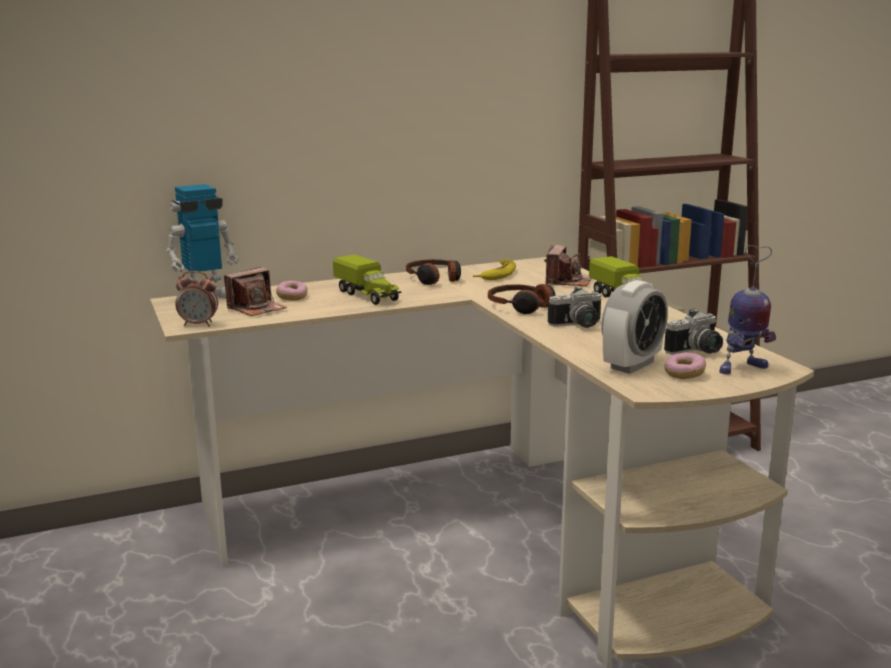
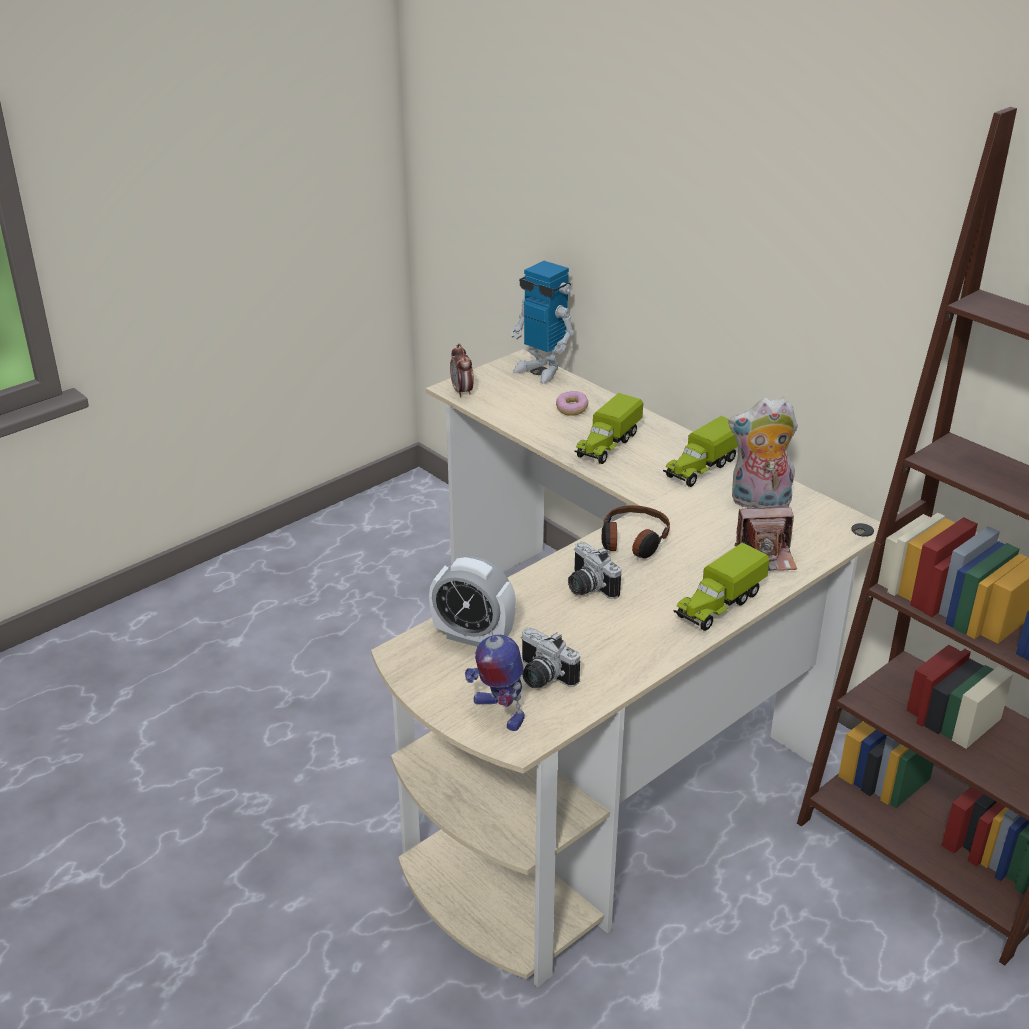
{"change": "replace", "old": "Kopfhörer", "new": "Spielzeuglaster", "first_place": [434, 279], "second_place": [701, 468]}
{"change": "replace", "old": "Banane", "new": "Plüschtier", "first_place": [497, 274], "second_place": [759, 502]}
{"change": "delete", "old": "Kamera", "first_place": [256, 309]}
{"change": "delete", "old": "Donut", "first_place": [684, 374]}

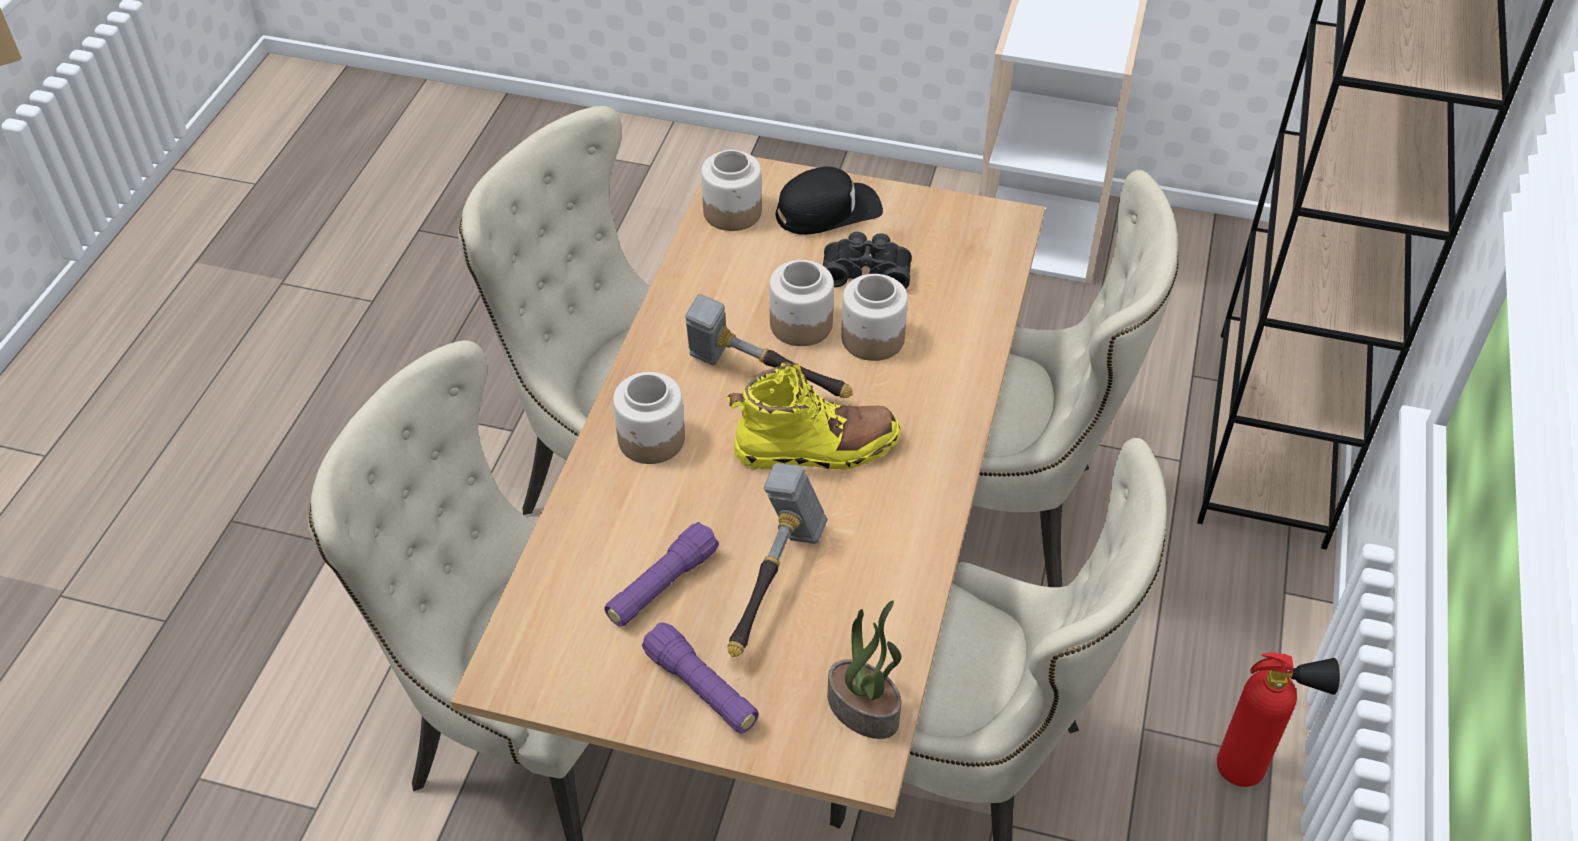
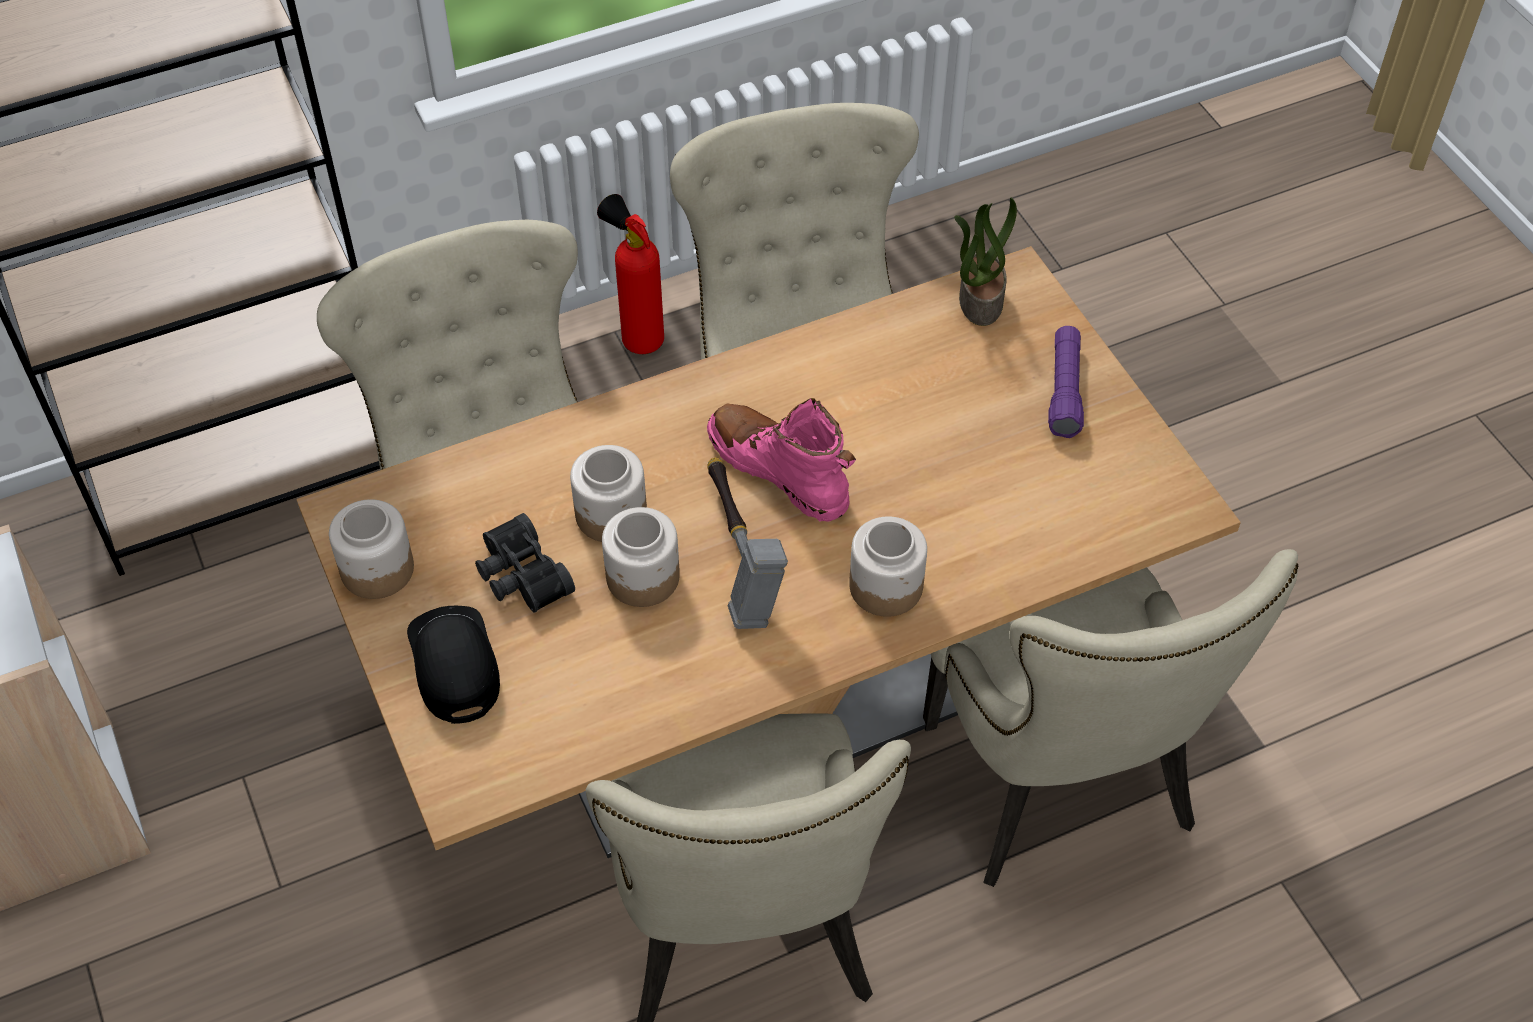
{"change": "move", "old": "Vorratsglas", "first_place": [733, 211], "second_place": [376, 569]}
{"change": "rotate", "old": "Kappe [schwarz]", "first_place": [828, 210], "second_place": [454, 665], "degrees": 45}
{"change": "recolor", "old": "Stiefel [gelb]", "new": "Stiefel [rosa]", "first_place": [816, 448], "second_place": [779, 470]}
{"change": "delete", "old": "Taschenlampe [lila]", "first_place": [662, 585]}
{"change": "delete", "old": "Hammer", "first_place": [773, 585]}

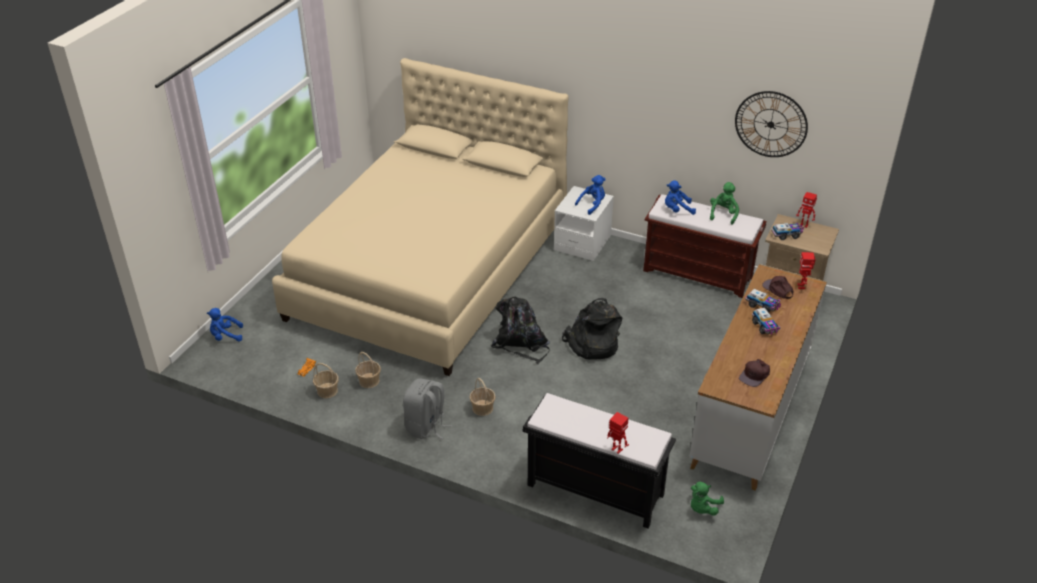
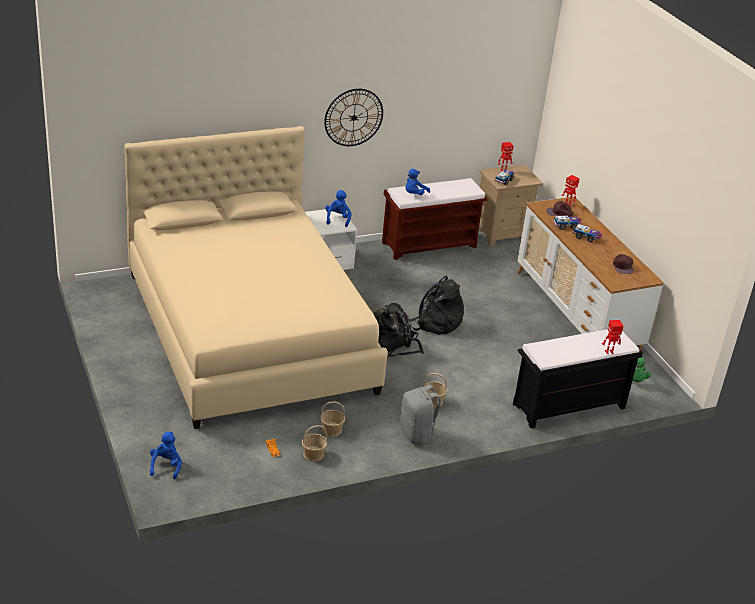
{"change": "rotate", "old": "Plüschtier [blau]", "first_place": [225, 336], "second_place": [166, 466], "degrees": 150}
{"change": "move", "old": "Wanduhr", "first_place": [771, 124], "second_place": [353, 117]}
{"change": "delete", "old": "Plüschtier [grün]", "first_place": [723, 214]}

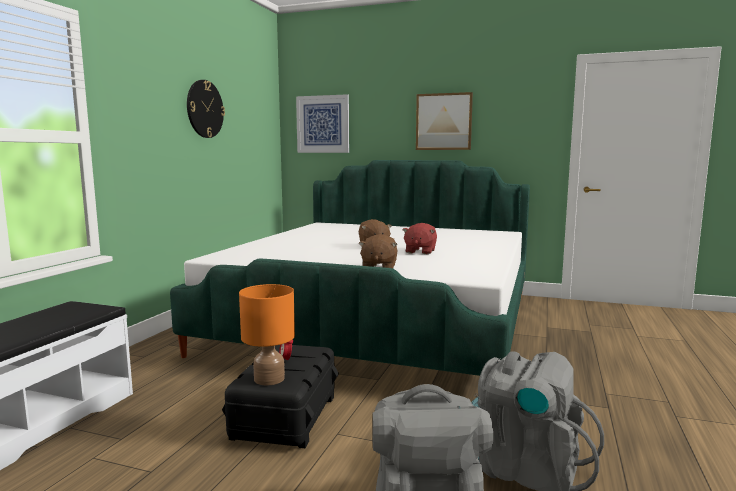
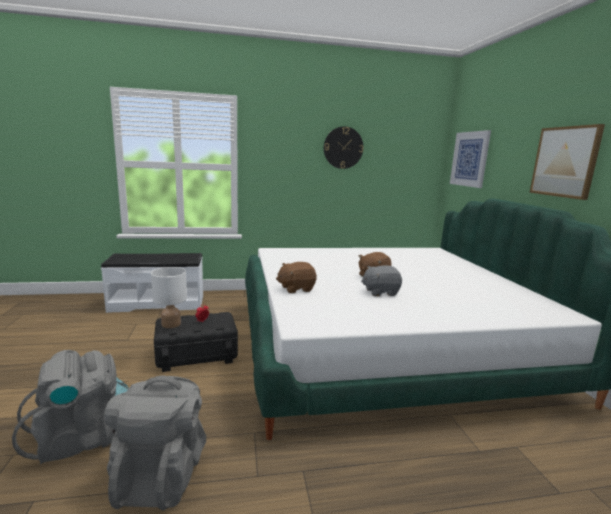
{"change": "recolor", "old": "Tischlampe [orange]", "new": "Tischlampe [weiß]", "first_place": [269, 379], "second_place": [171, 324]}
{"change": "recolor", "old": "Plüschtier [rot]", "new": "Plüschtier [grau]", "first_place": [420, 251], "second_place": [380, 292]}

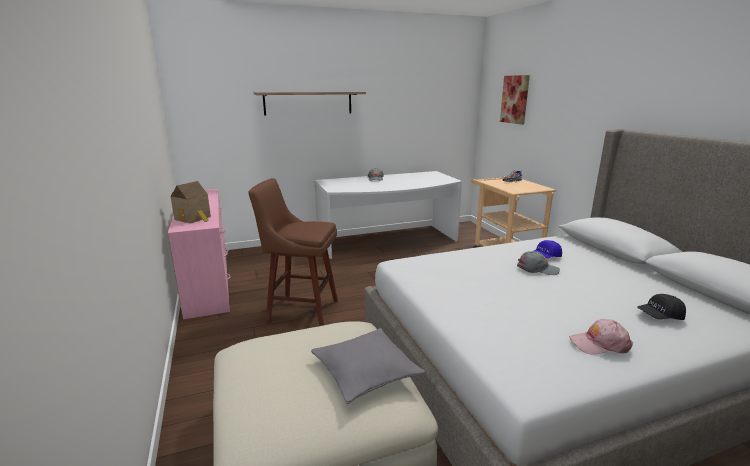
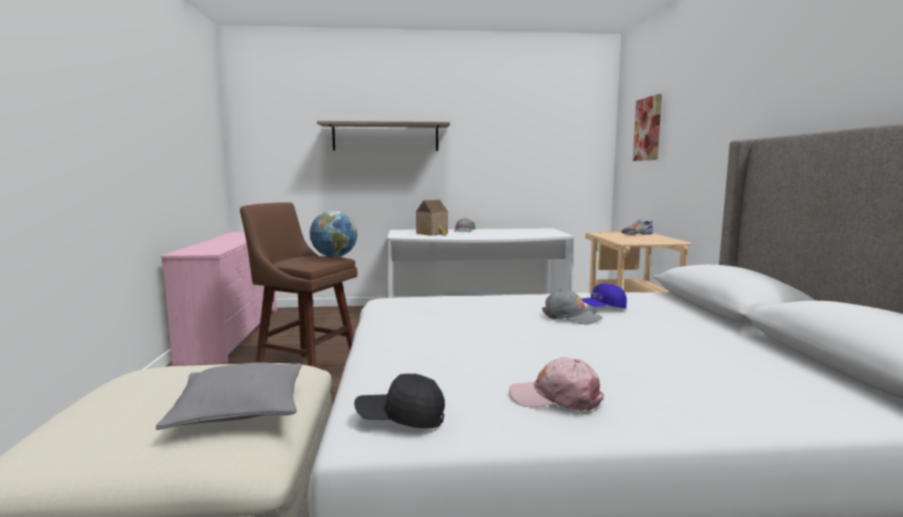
{"change": "insert", "new": "Globus", "second_place": [334, 257]}
{"change": "move", "old": "Kappe [schwarz]", "first_place": [659, 316], "second_place": [401, 419]}
{"change": "move", "old": "Spielzeughaus", "first_place": [194, 218], "second_place": [433, 234]}

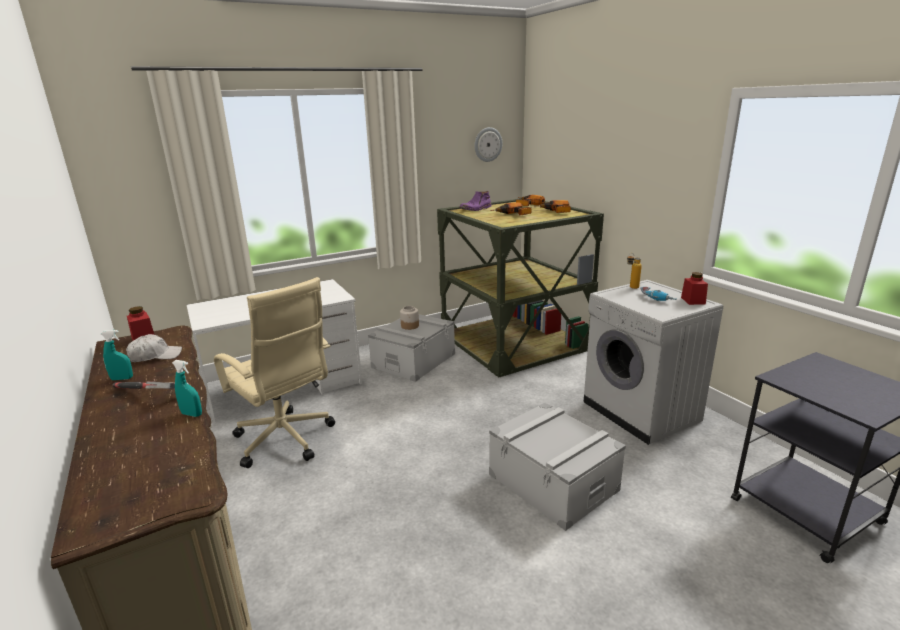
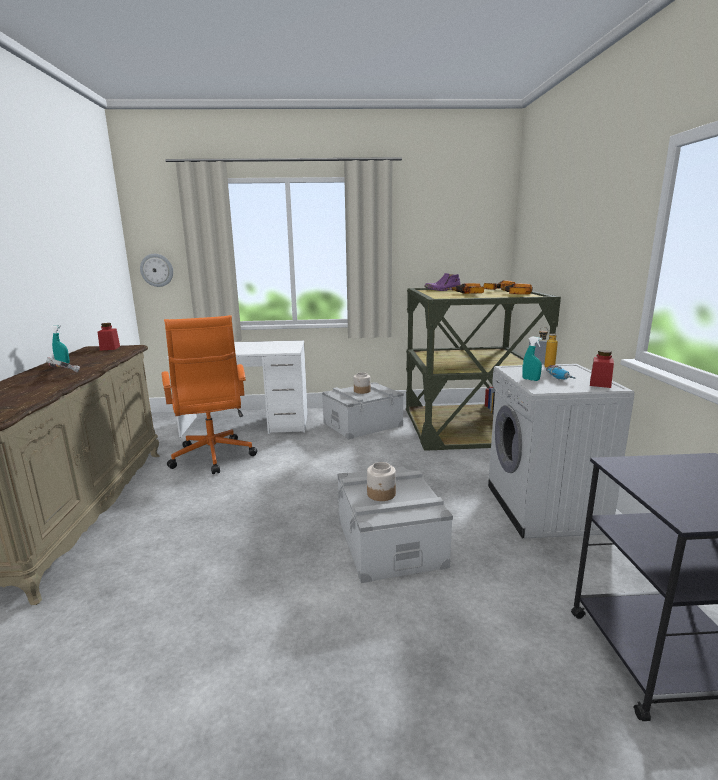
{"change": "move", "old": "Wanduhr", "first_place": [487, 144], "second_place": [157, 270]}
{"change": "recolor", "old": "Bürostuhl [beige]", "new": "Bürostuhl [orange]", "first_place": [286, 441], "second_place": [213, 458]}
{"change": "insert", "new": "Vorratsglas", "second_place": [381, 494]}
{"change": "move", "old": "Sprühflasche [türkis]", "first_place": [192, 414], "second_place": [530, 379]}
{"change": "delete", "old": "Kappe [weiß]", "first_place": [155, 356]}

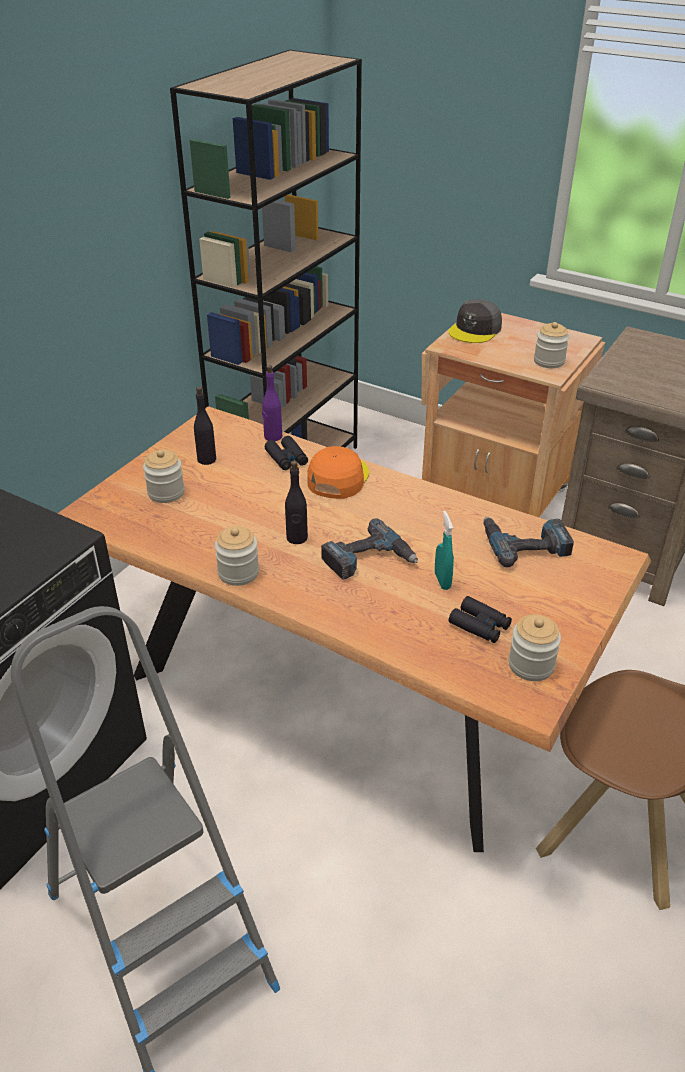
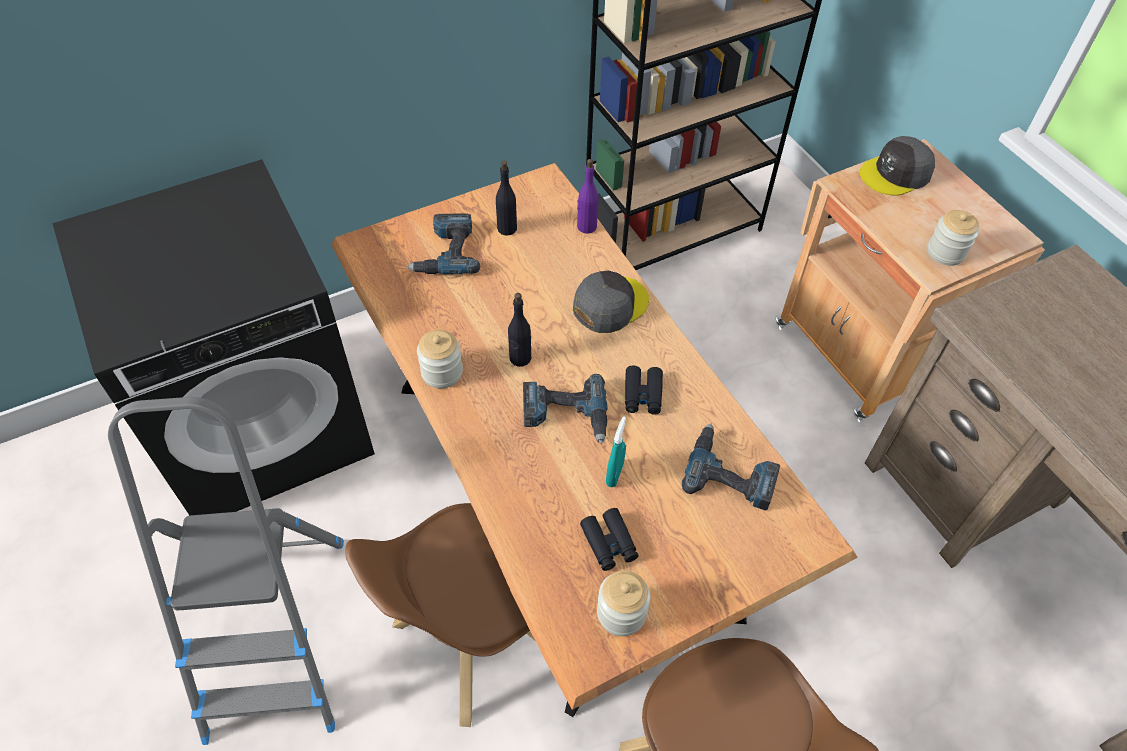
{"change": "insert", "new": "Stuhl [braun]", "second_place": [473, 640]}
{"change": "replace", "old": "Vorratsglas", "new": "Bohrmaschine", "first_place": [166, 493], "second_place": [445, 252]}
{"change": "recolor", "old": "Kappe [orange]", "new": "Kappe [grau]", "first_place": [337, 478], "second_place": [610, 305]}
{"change": "move", "old": "Fernglas [schwarz]", "first_place": [287, 458], "second_place": [643, 394]}

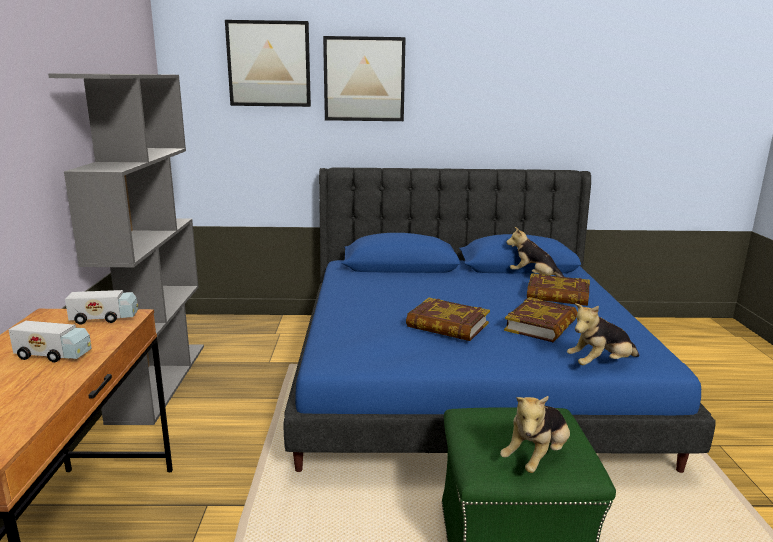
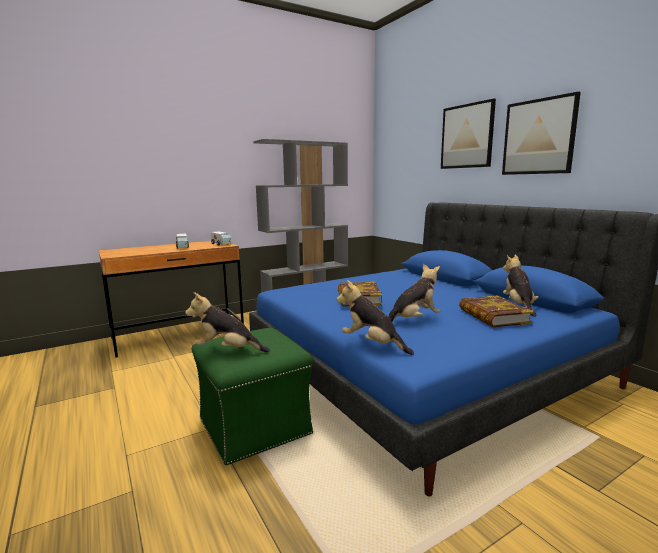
{"change": "replace", "old": "Buch", "new": "Plüschtier", "first_place": [541, 325], "second_place": [414, 320]}
{"change": "move", "old": "Bild", "first_place": [269, 64], "second_place": [538, 137]}

